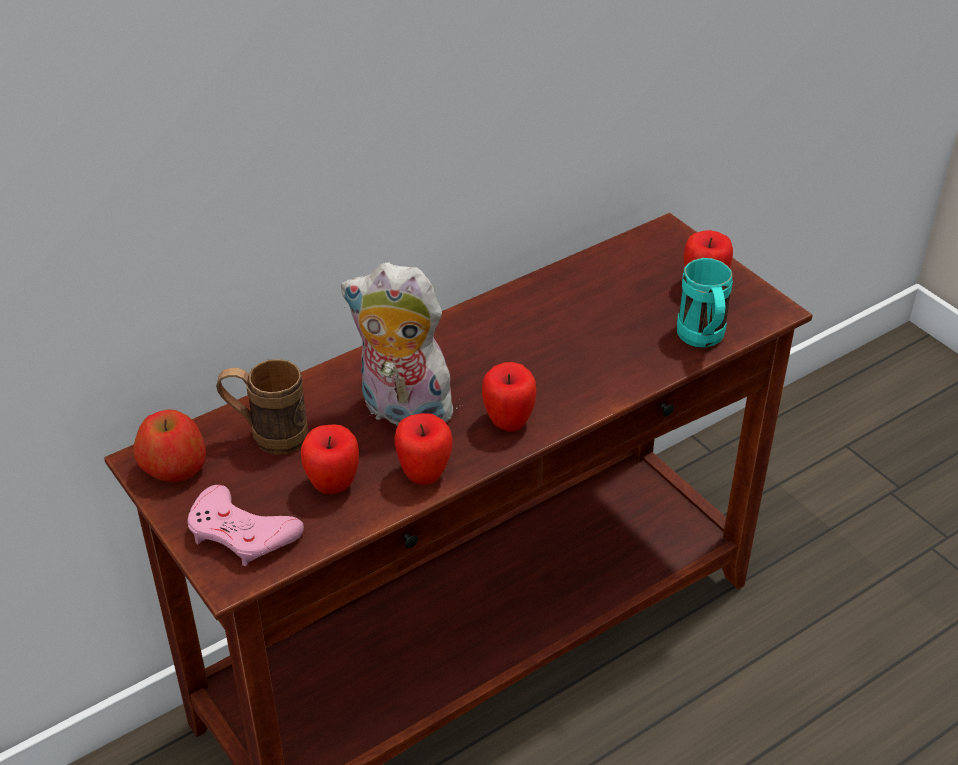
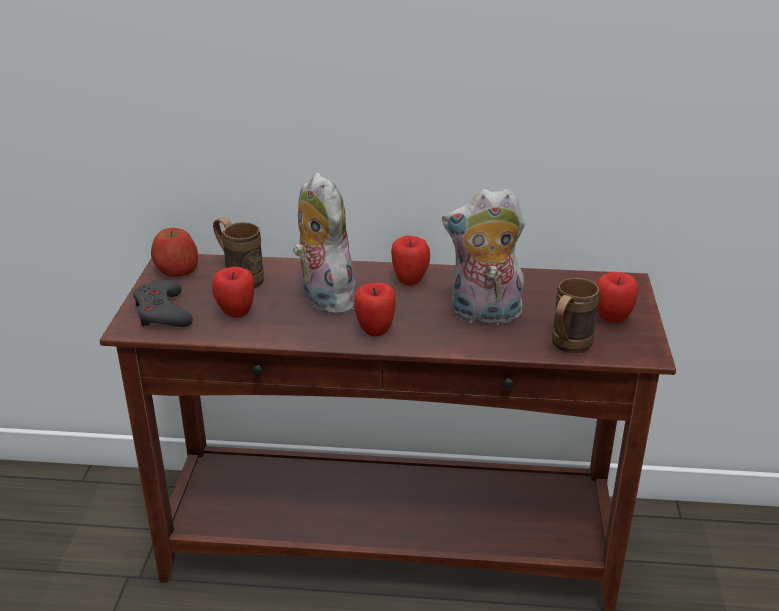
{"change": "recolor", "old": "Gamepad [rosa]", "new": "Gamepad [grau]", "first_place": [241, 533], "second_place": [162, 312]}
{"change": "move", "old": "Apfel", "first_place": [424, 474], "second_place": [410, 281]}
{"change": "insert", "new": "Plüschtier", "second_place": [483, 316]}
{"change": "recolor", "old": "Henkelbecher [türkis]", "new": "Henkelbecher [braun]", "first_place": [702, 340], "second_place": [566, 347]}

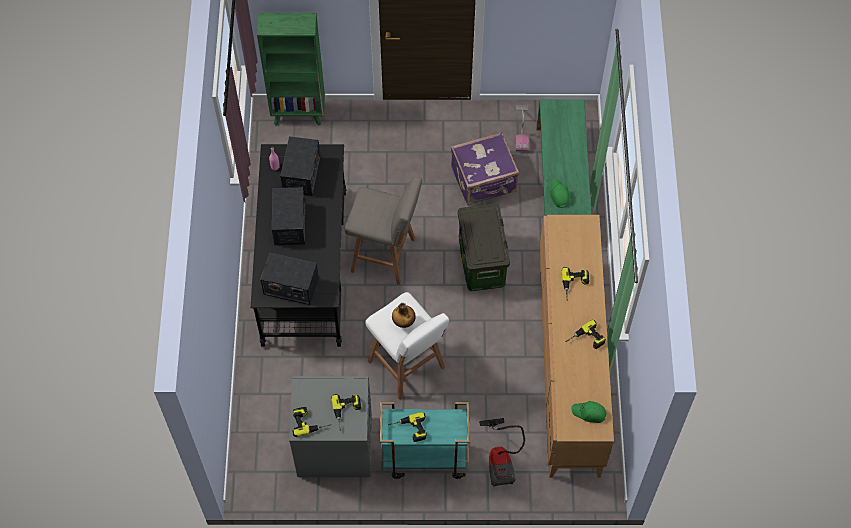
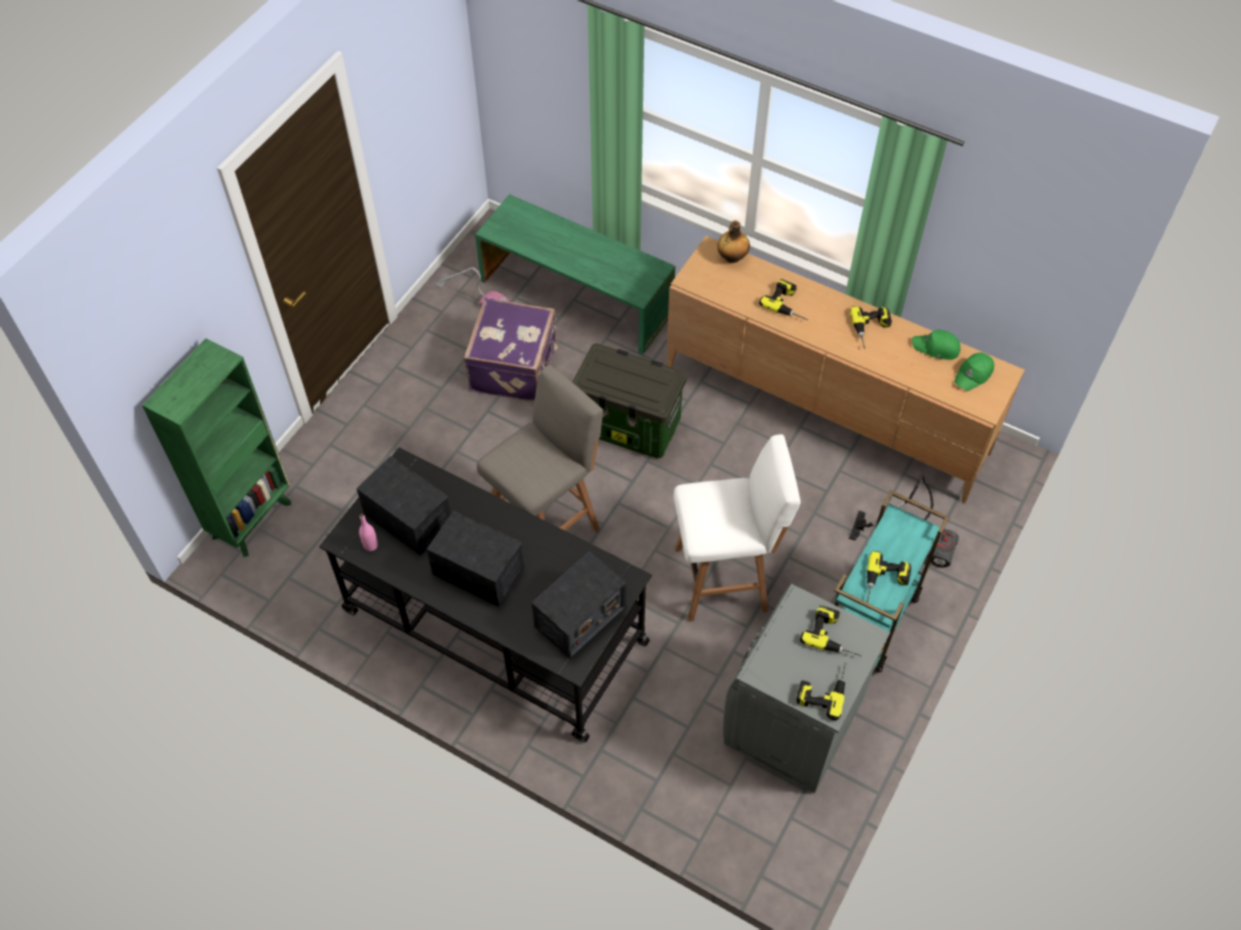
{"change": "move", "old": "Flasche", "first_place": [403, 322], "second_place": [732, 258]}
{"change": "move", "old": "Kappe [grün]", "first_place": [559, 195], "second_place": [936, 348]}

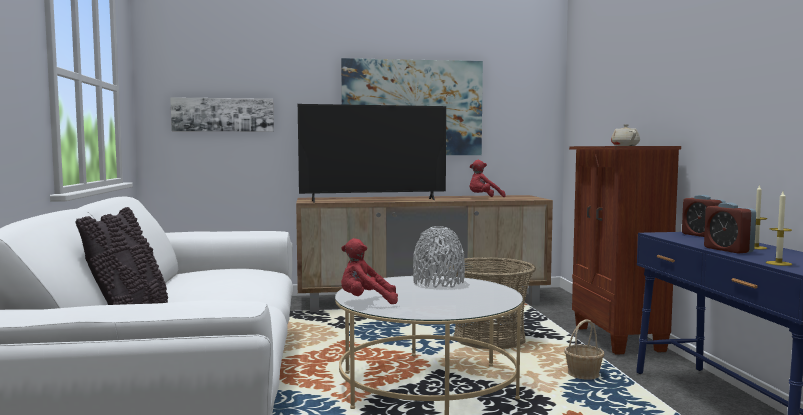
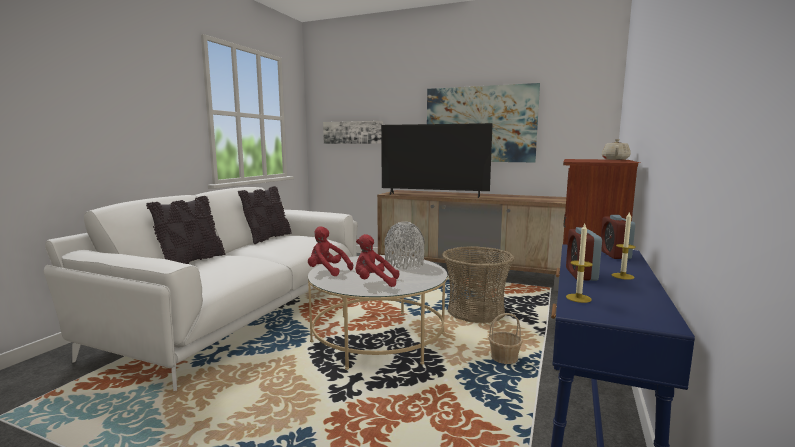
{"change": "insert", "new": "Kissen [schwarz]", "second_place": [268, 238]}
{"change": "move", "old": "Plüschtier [rot]", "first_place": [483, 198], "second_place": [374, 282]}

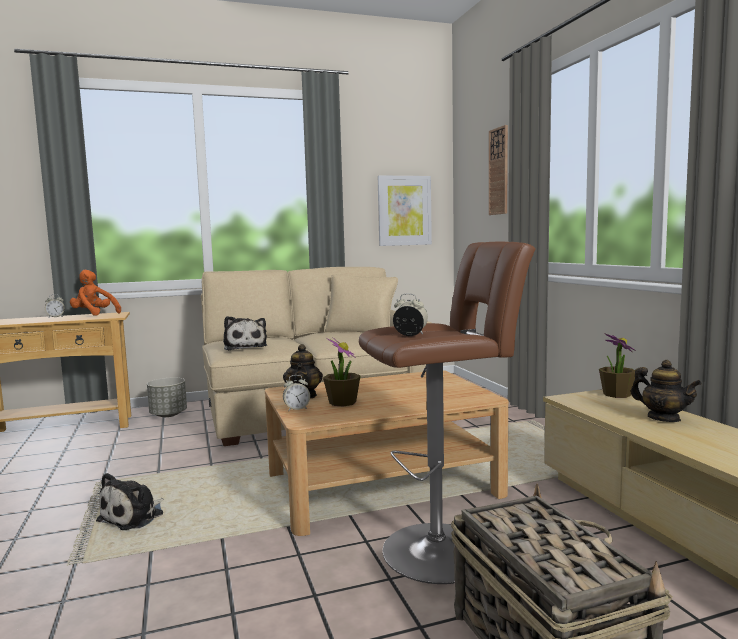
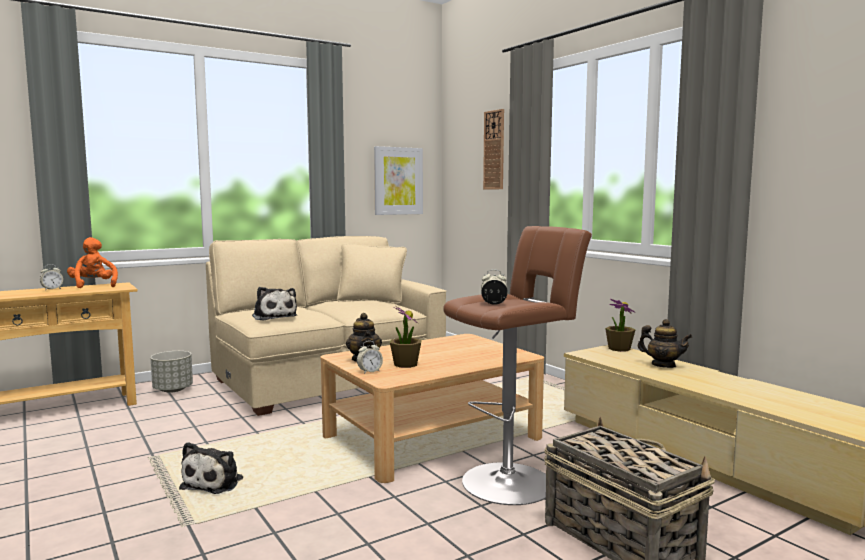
{"change": "rotate", "old": "Plüschtier [orange]", "first_place": [94, 314], "second_place": [93, 286], "degrees": 45}

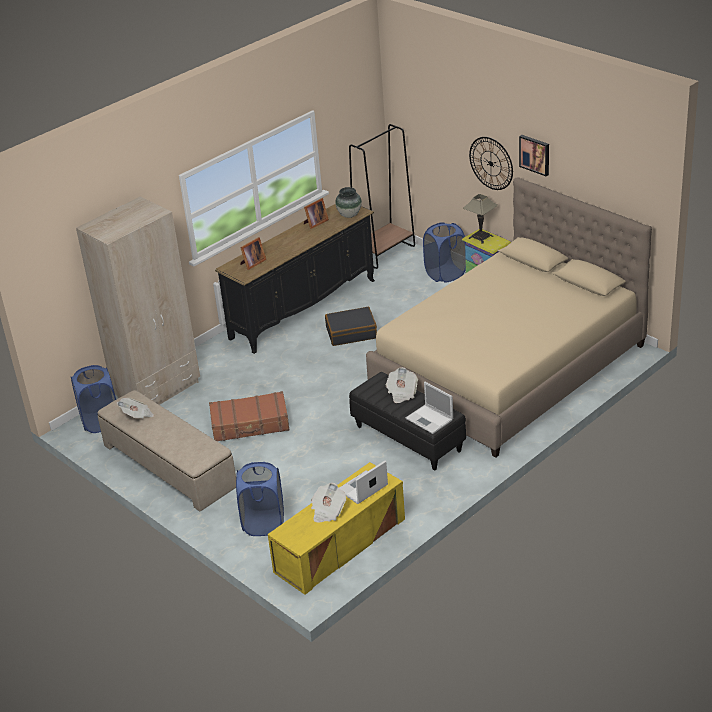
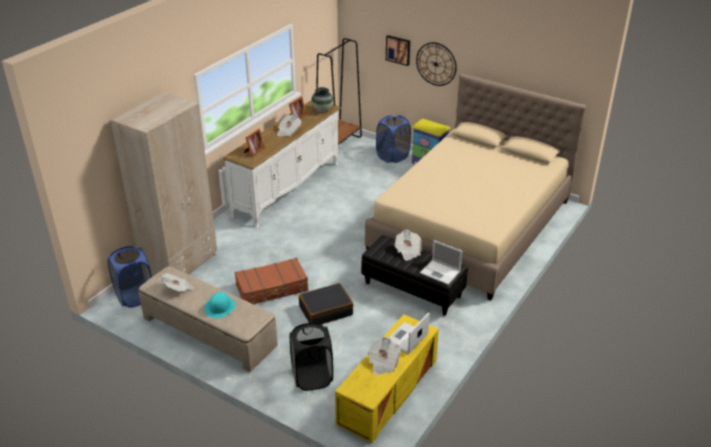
{"change": "insert", "new": "Hut [türkis]", "second_place": [220, 307]}
{"change": "recolor", "old": "Kommode [schwarz]", "new": "Kommode [weiß]", "first_place": [304, 309], "second_place": [288, 190]}
{"change": "insert", "new": "Zeitung", "second_place": [288, 132]}
{"change": "recolor", "old": "Wäschekorb [blau]", "new": "Wäschekorb [schwarz]", "first_place": [263, 523], "second_place": [312, 377]}
{"change": "move", "old": "Koffer [schwarz]", "first_place": [351, 333], "second_place": [326, 310]}
{"change": "move", "old": "Bild", "first_place": [535, 154], "second_place": [398, 50]}
{"change": "delete", "old": "Tischlampe", "first_place": [481, 237]}

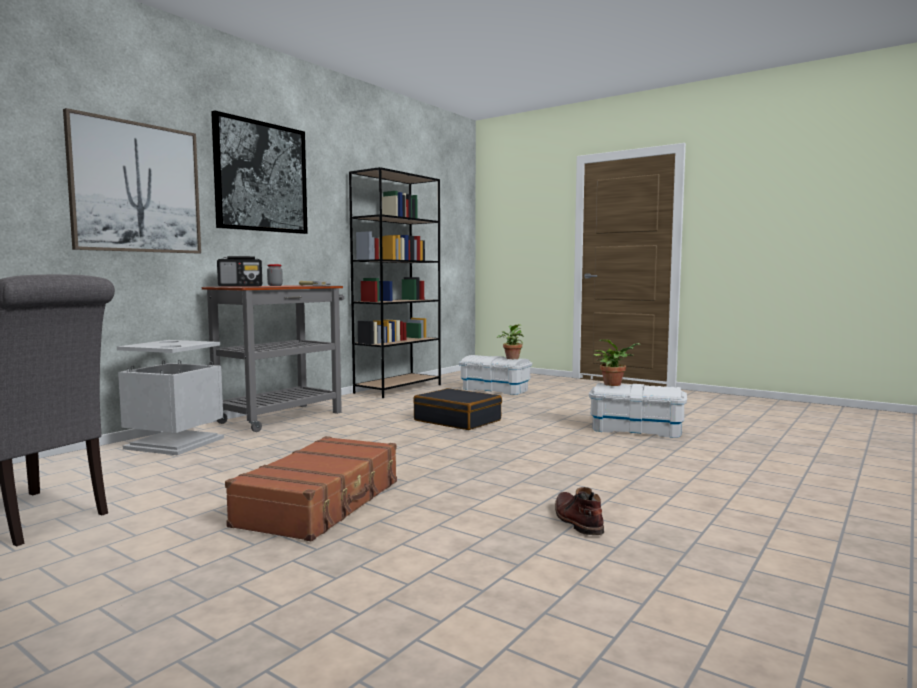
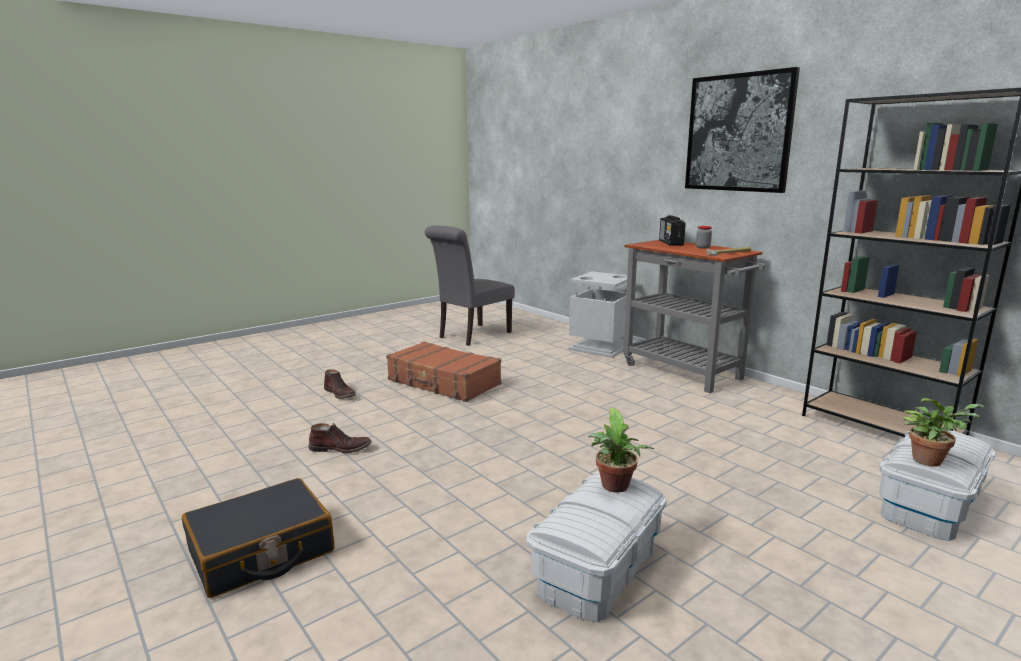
{"change": "move", "old": "Koffer [schwarz]", "first_place": [458, 420], "second_place": [261, 552]}
{"change": "insert", "new": "Stiefel [braun]", "second_place": [340, 393]}
{"change": "delete", "old": "Bild", "first_place": [136, 187]}

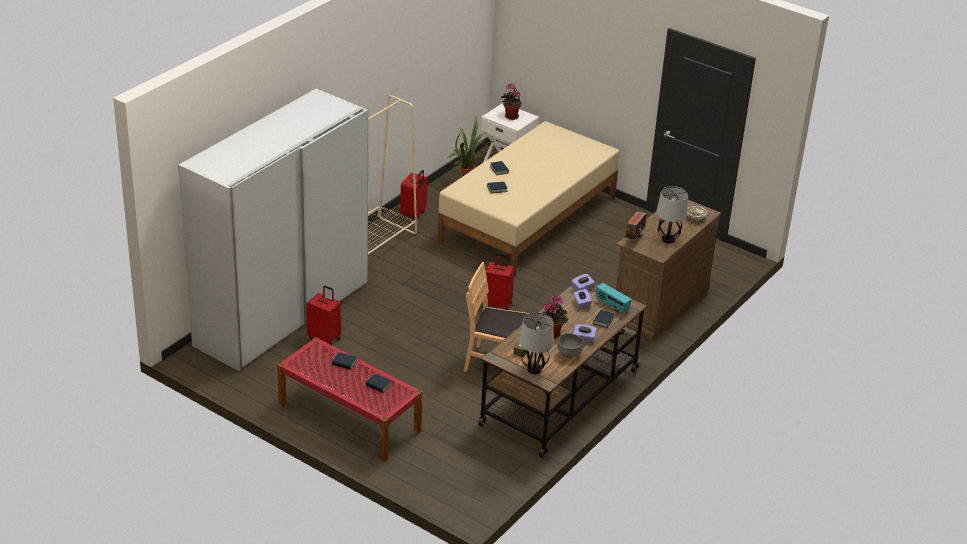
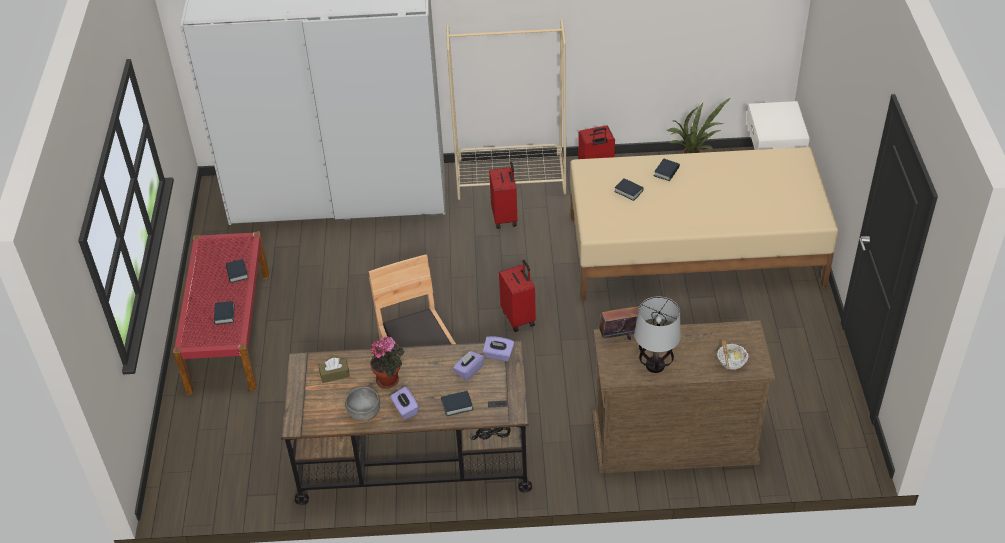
{"change": "move", "old": "Koffer [rot]", "first_place": [325, 338], "second_place": [505, 217]}
{"change": "delete", "old": "Topfpflanze", "first_place": [510, 116]}
{"change": "delete", "old": "Tischlampe", "first_place": [533, 369]}
{"change": "delete", "old": "Radio", "first_place": [612, 306]}

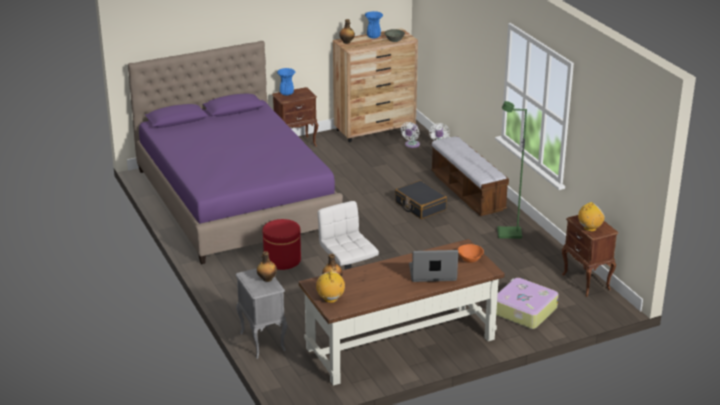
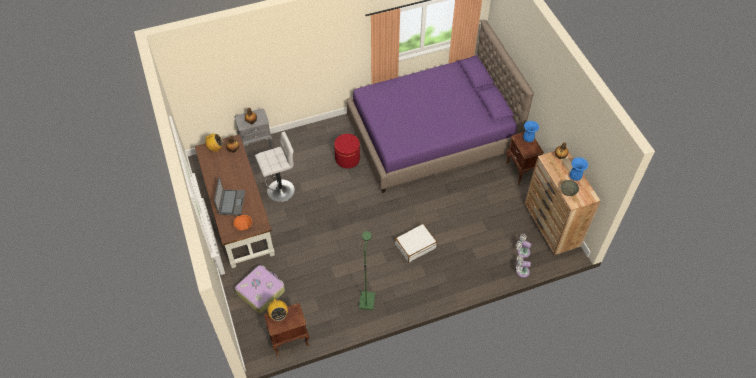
{"change": "recolor", "old": "Koffer [schwarz]", "new": "Koffer [weiß]", "first_place": [420, 206], "second_place": [415, 246]}
{"change": "delete", "old": "Bank", "first_place": [467, 192]}

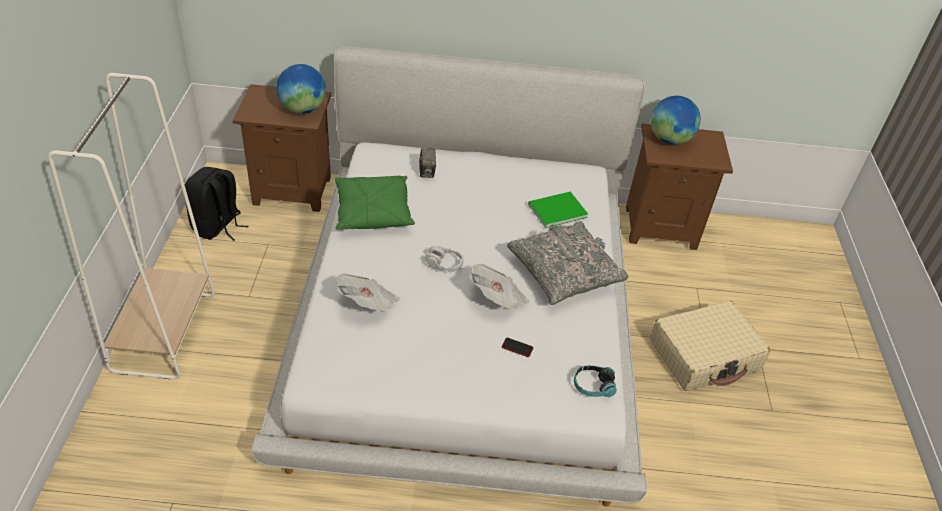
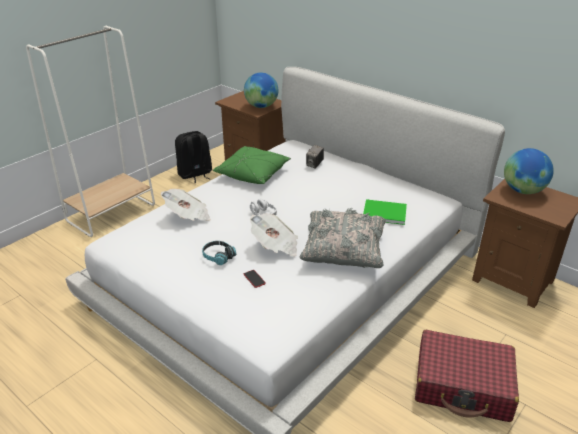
{"change": "move", "old": "Kopfhörer", "first_place": [593, 386], "second_place": [218, 257]}
{"change": "recolor", "old": "Koffer [beige]", "new": "Koffer [rot]", "first_place": [705, 355], "second_place": [463, 385]}

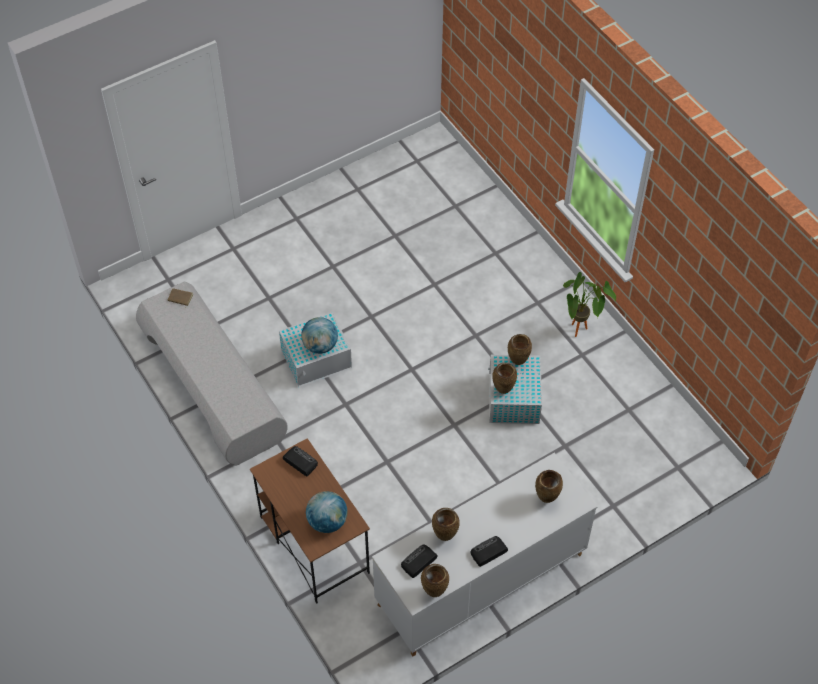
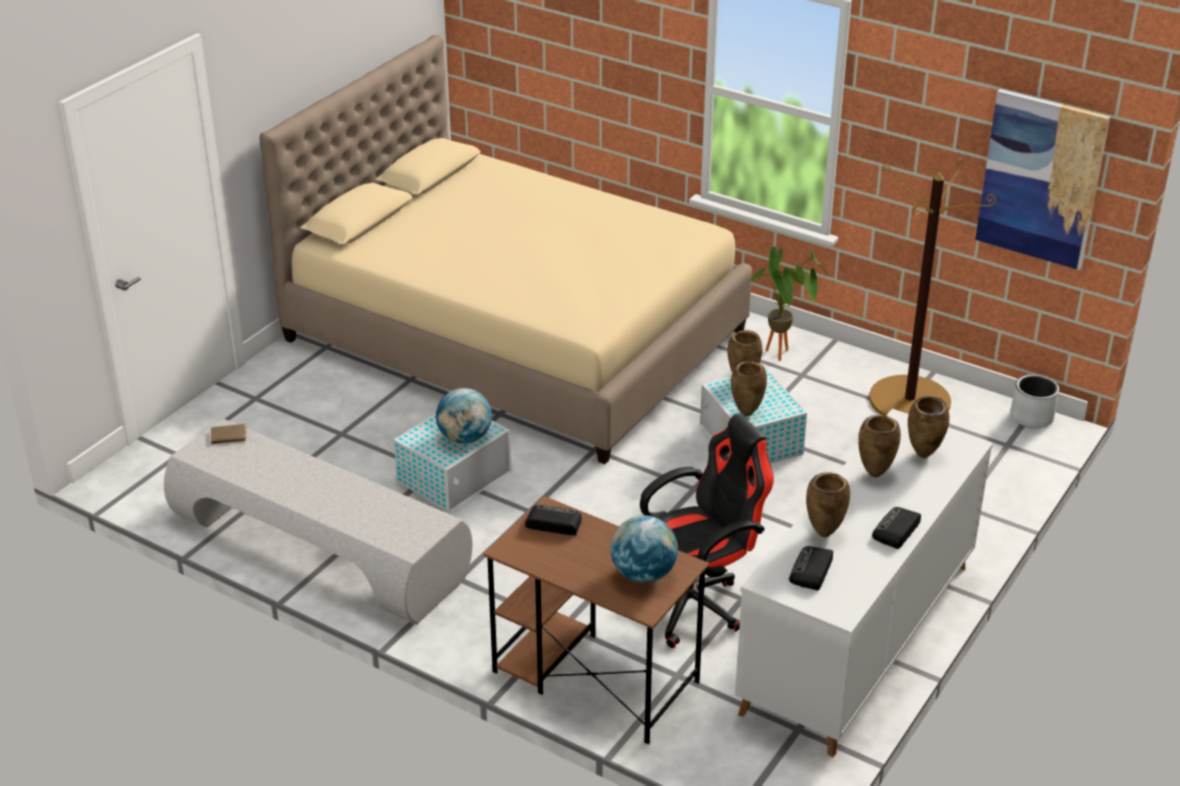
{"change": "insert", "new": "Bett [beige]", "second_place": [515, 334]}
{"change": "insert", "new": "Bürostuhl [schwarz]", "second_place": [695, 603]}
{"change": "move", "old": "Vase [braun]", "first_place": [434, 592], "second_place": [875, 473]}
{"change": "insert", "new": "Kleiderständer [braun]", "second_place": [910, 400]}
{"change": "insert", "new": "Bild", "second_place": [1041, 179]}
{"change": "insert", "new": "Pflanzkübel [grau]", "second_place": [1032, 417]}

